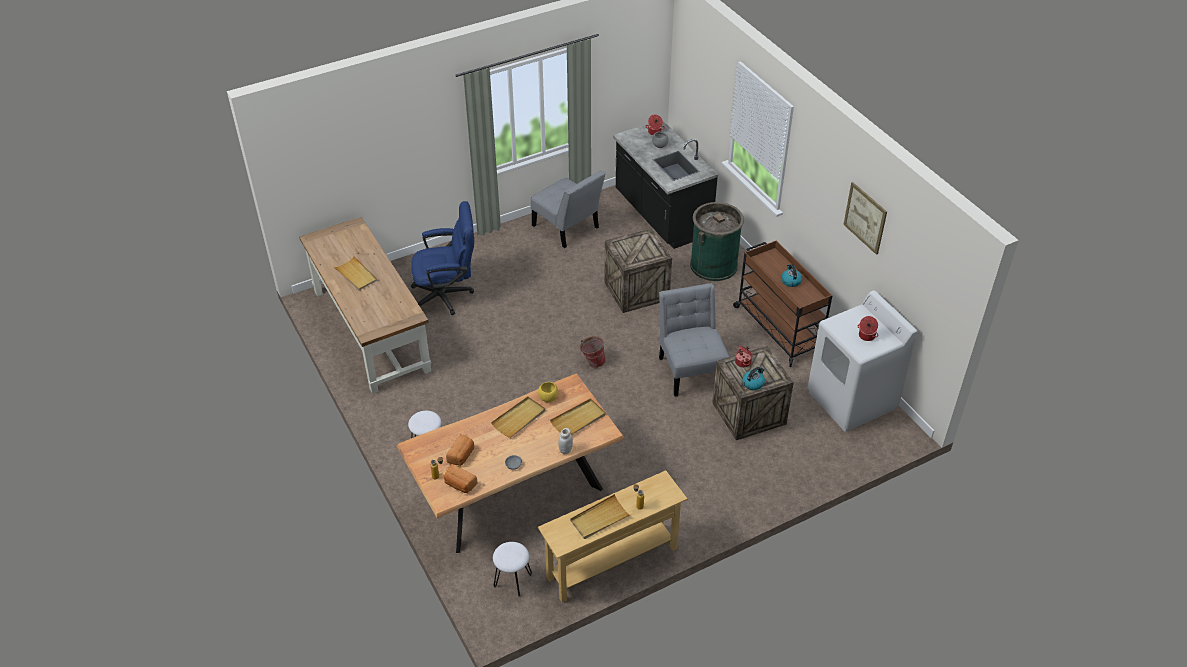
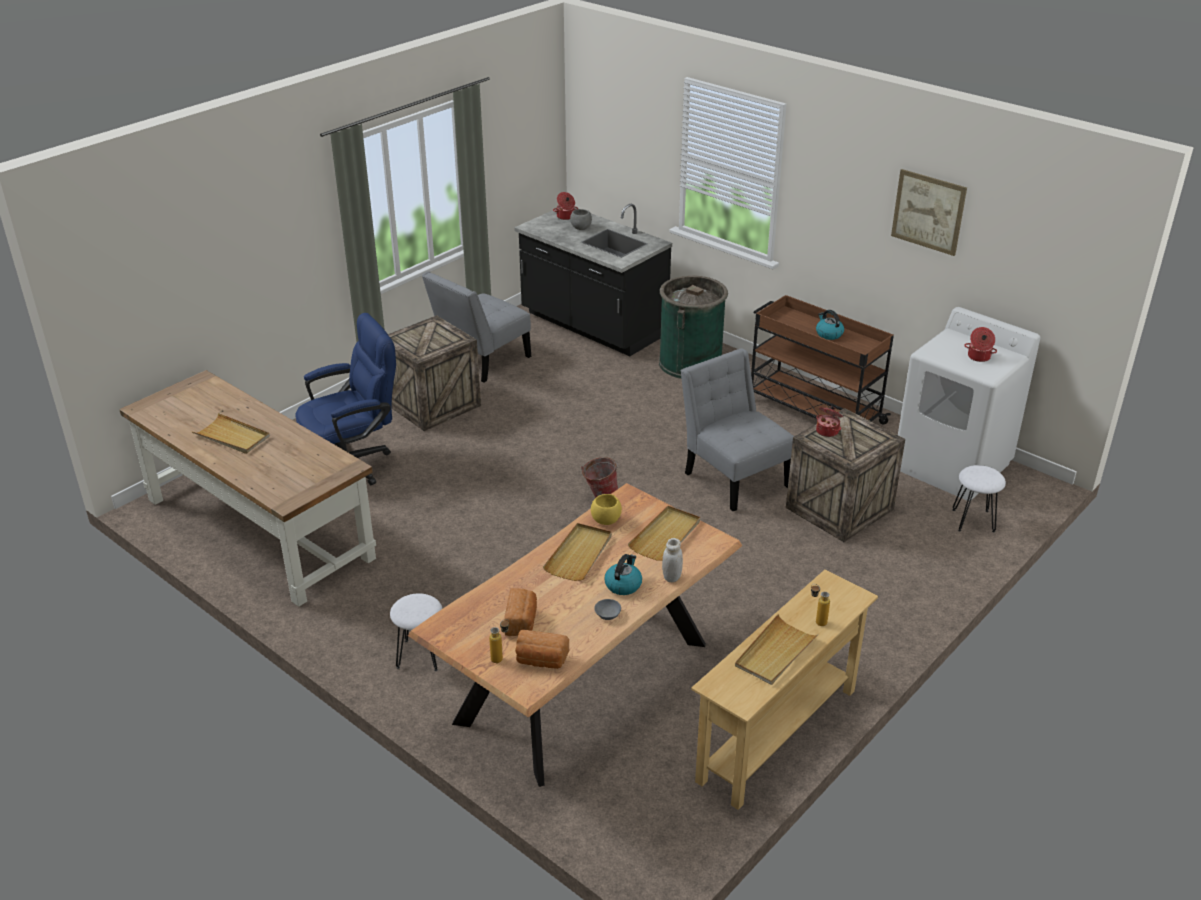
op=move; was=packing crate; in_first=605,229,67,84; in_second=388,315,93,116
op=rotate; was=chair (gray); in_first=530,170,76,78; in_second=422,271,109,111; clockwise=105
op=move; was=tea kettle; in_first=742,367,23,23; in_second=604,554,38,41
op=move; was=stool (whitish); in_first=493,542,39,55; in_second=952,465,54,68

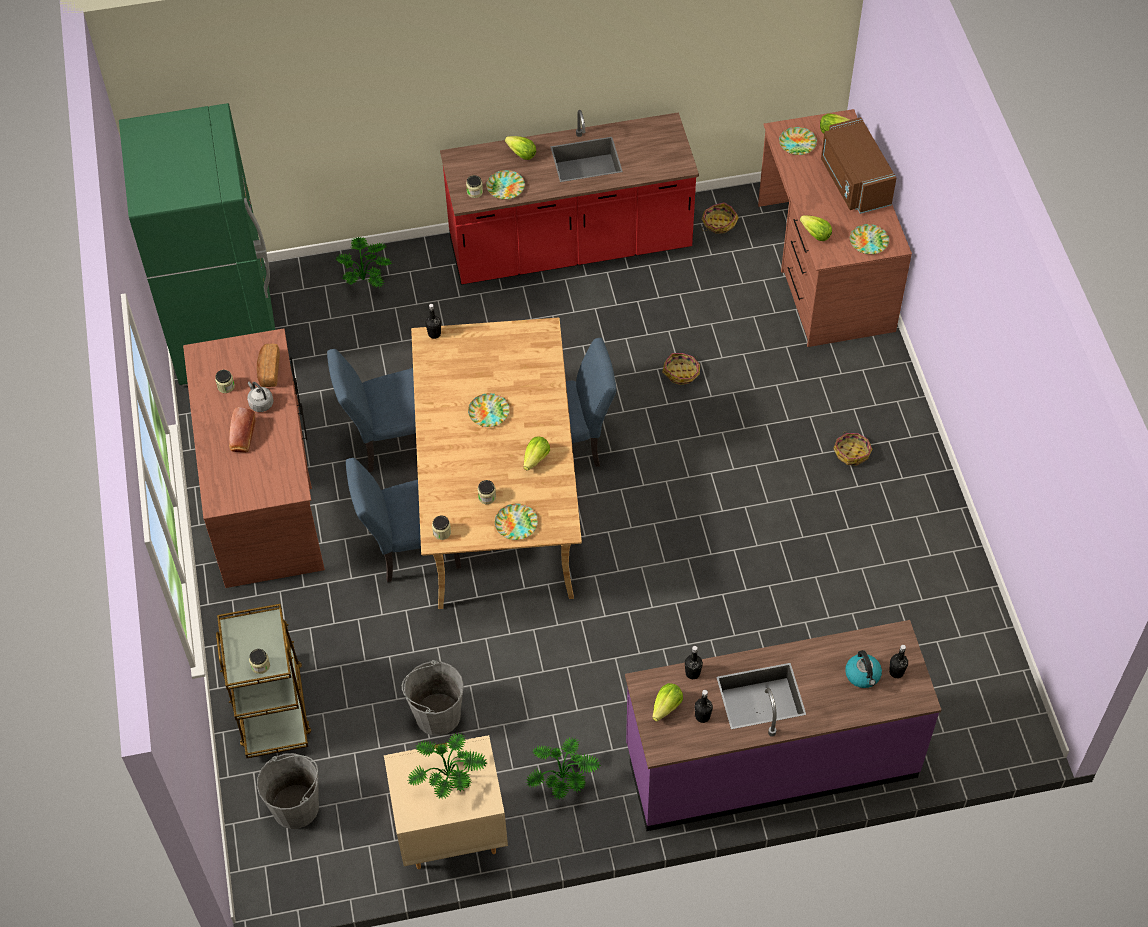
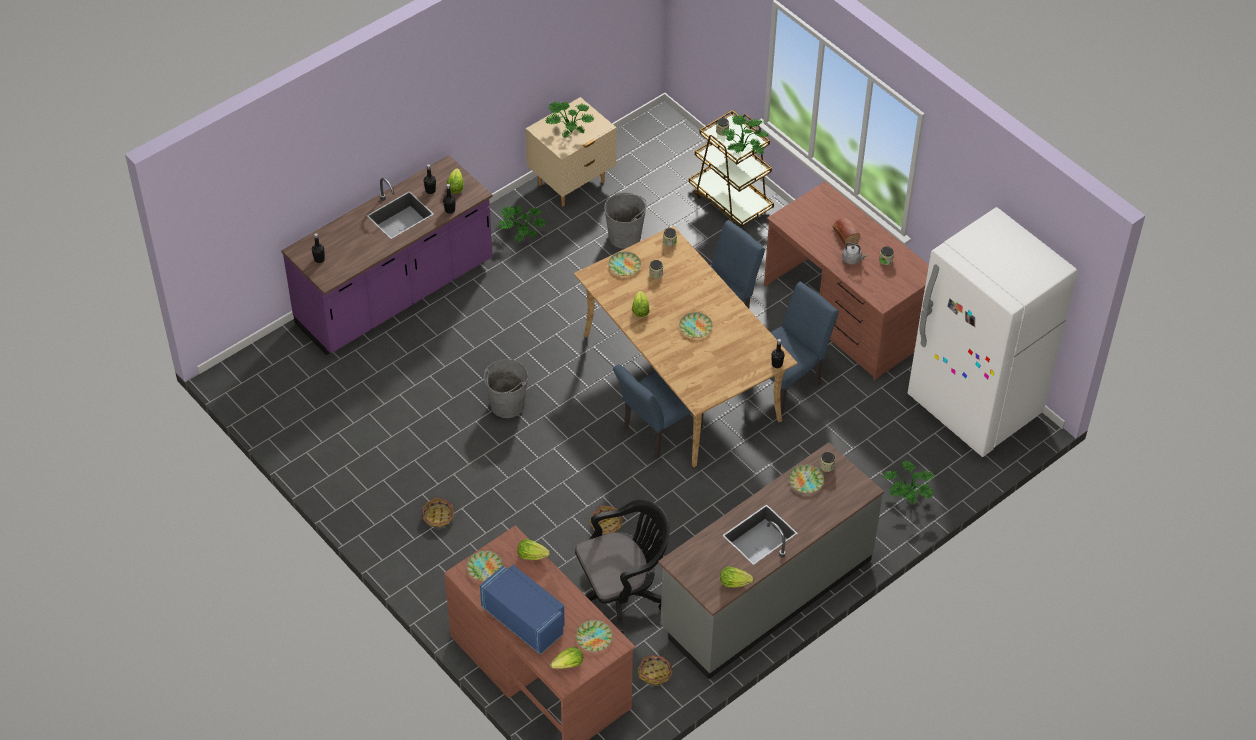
op=recolor; was=kitchen microwave (brown-coloured); now=kitchen microwave (bluish); in_first=821,117,75,97; in_second=480,565,85,90
op=move; was=water bucket (gray); in_first=257,753,62,76; in_second=484,359,44,59
op=insert; now=desk chair (blackish); in_second=575,500,95,133
op=recolor; was=counter (red-coloured); now=counter (gray); in_first=440,110,259,175; in_second=658,442,226,238
op=move; was=head of lettuce; in_first=505,136,31,24; in_second=720,566,34,21
op=insert; now=potted plant; in_second=722,115,46,40
op=recolor; was=refrigerator (green); now=refrigerator (whitish); in_first=119,103,156,283; in_second=908,207,169,250
op=delete; was=bread; in_first=257,344,23,43
op=delete; was=tea kettle; in_first=845,650,37,38

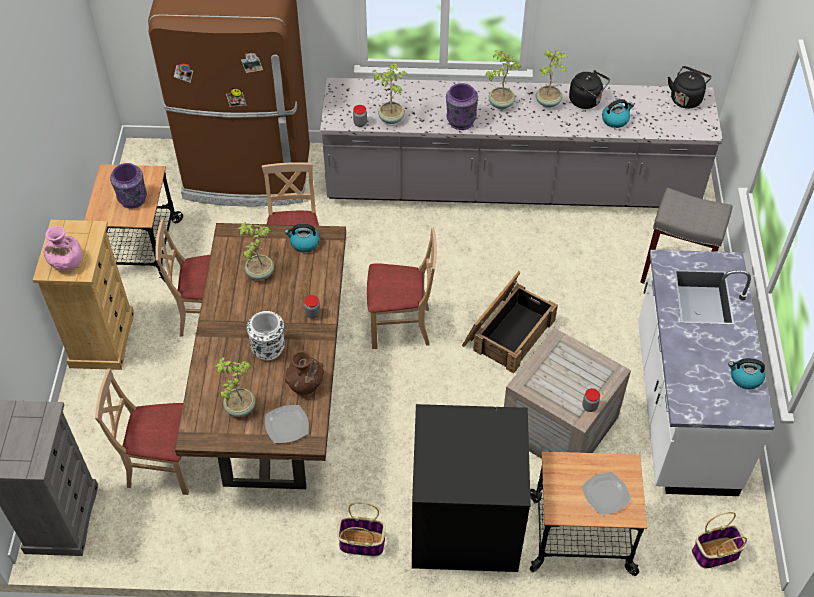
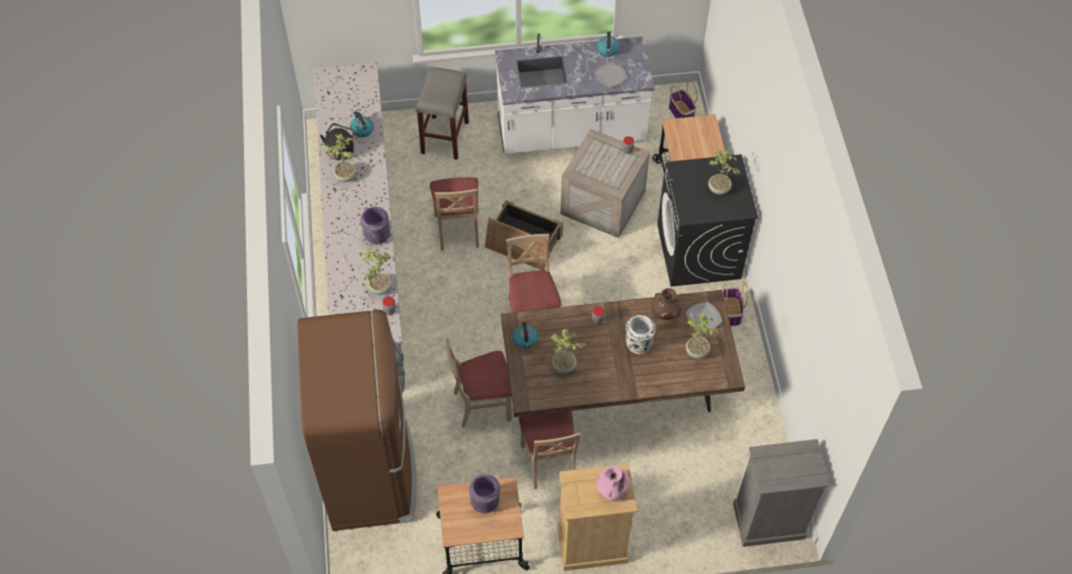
op=move; was=chair (beige); in_first=95,369,94,126; in_second=430,177,49,74
op=move; was=dinner plate; in_first=582,472,49,43; in_second=594,62,34,26
op=move; was=potted plant; in_first=486,50,35,59; in_second=708,149,32,46
op=delete; was=tea kettle (blackish); in_first=668,66,44,43

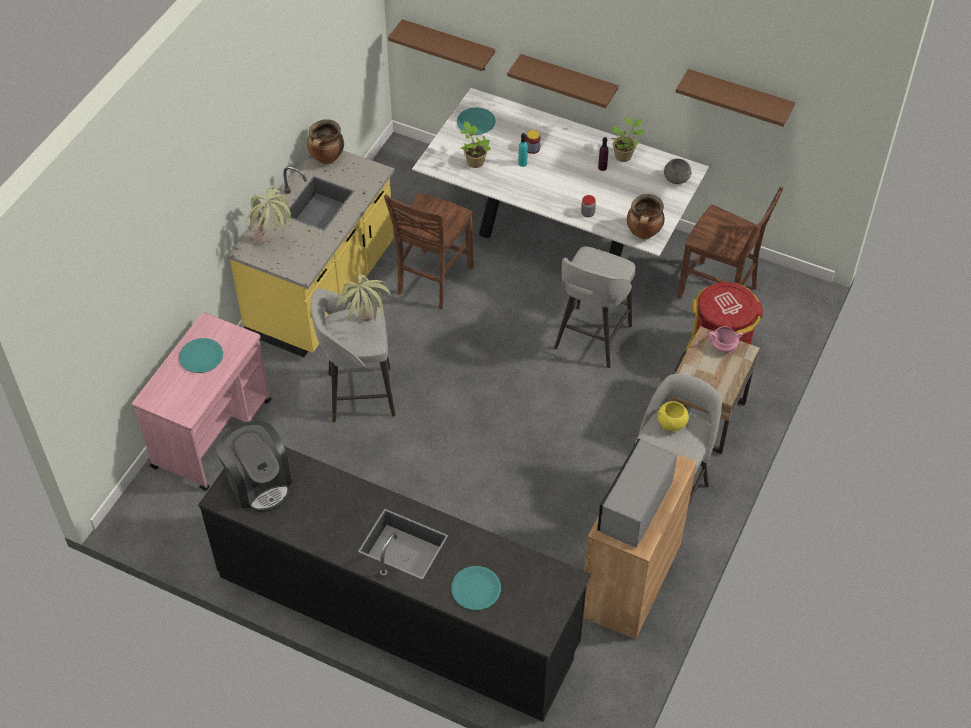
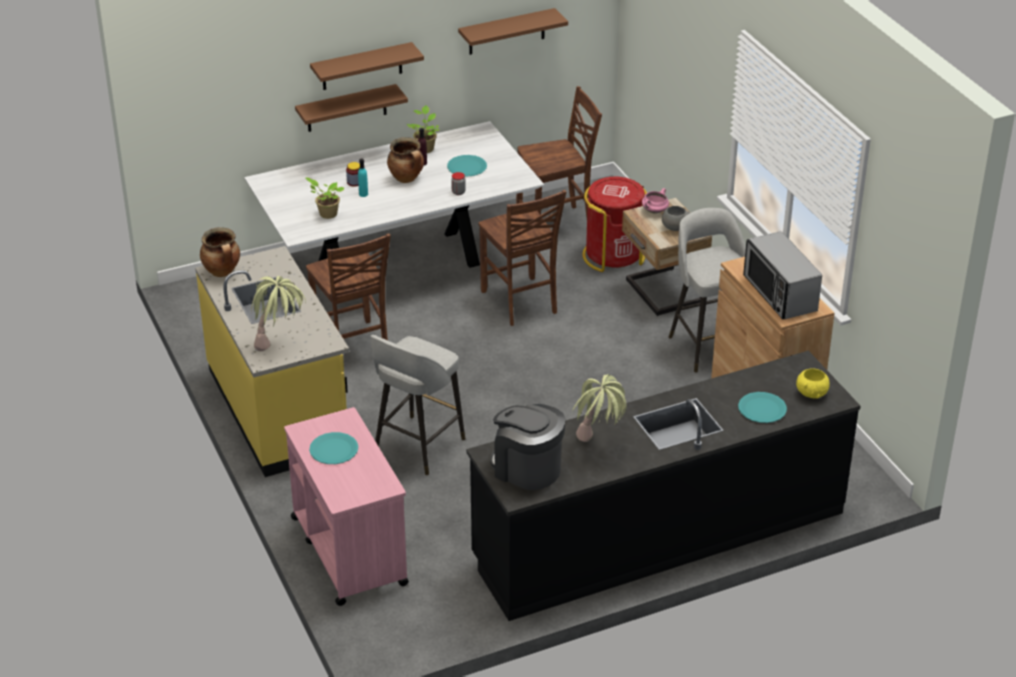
op=move; was=shelf (brown-coloured); in_first=388,19,107,52; in_second=310,42,114,48
op=move; was=saucepot; in_first=627,194,38,45; in_second=387,137,37,46
op=move; was=dinner plate (turquoise); in_first=457,107,39,28; in_second=447,155,40,21
op=replace; was=stool (gray); now=chair (brown-coloured); in_first=554,246,81,122; in_second=479,190,88,136
op=rotate; was=coffee brewer; in_first=216,421,76,91; in_second=490,404,75,86; clockwise=-150
op=move; was=potted plant; in_first=336,274,54,47; in_second=572,374,55,68
op=move; was=serving bowl (gray); in_first=664,158,28,26; in_second=662,206,28,25
op=move; was=serving bowl (yellowish); in_first=657,401,32,30; in_second=796,368,34,31

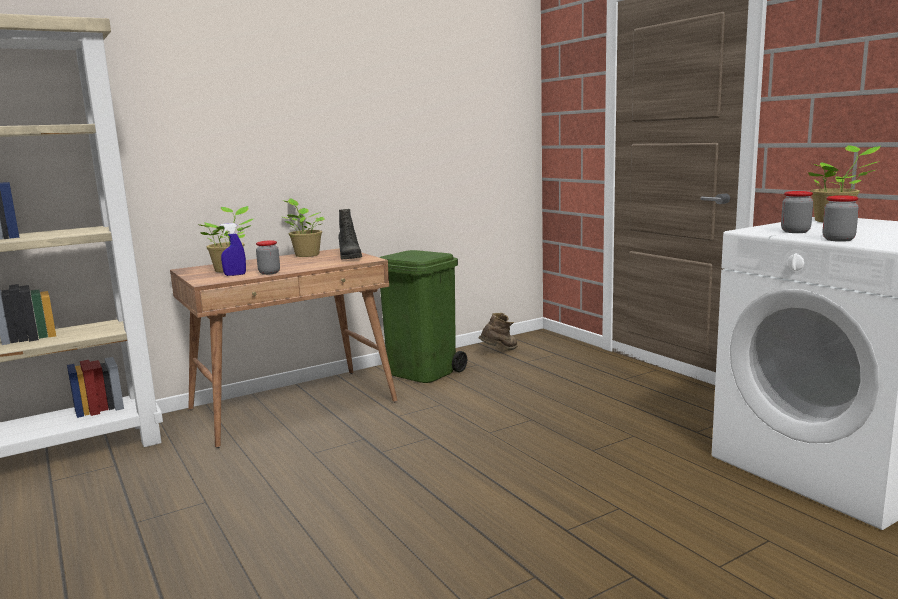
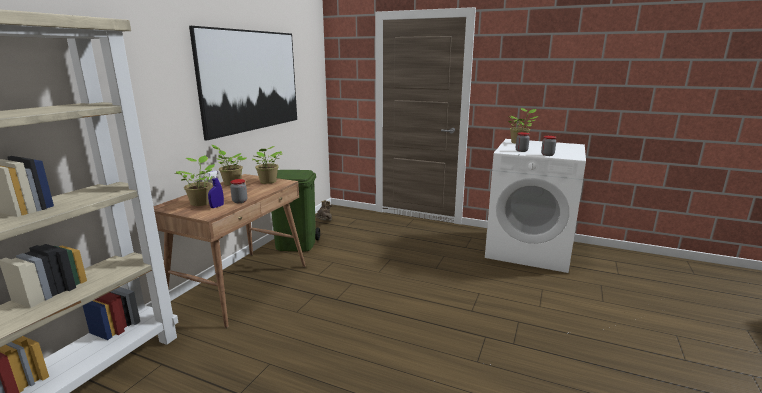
op=insert; now=wall art; in_second=189,26,108,115
op=replace; was=high-top boot (blackish); now=potted plant; in_first=338,209,24,50; in_second=252,146,30,38

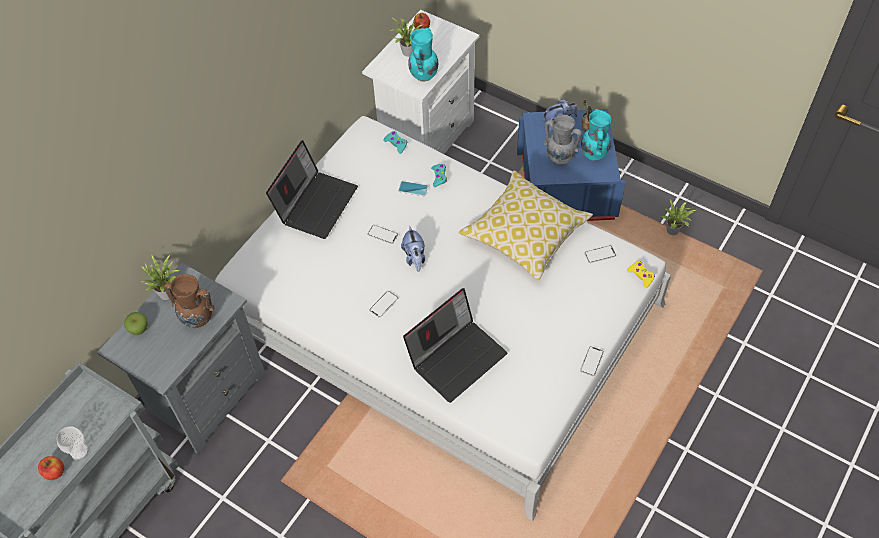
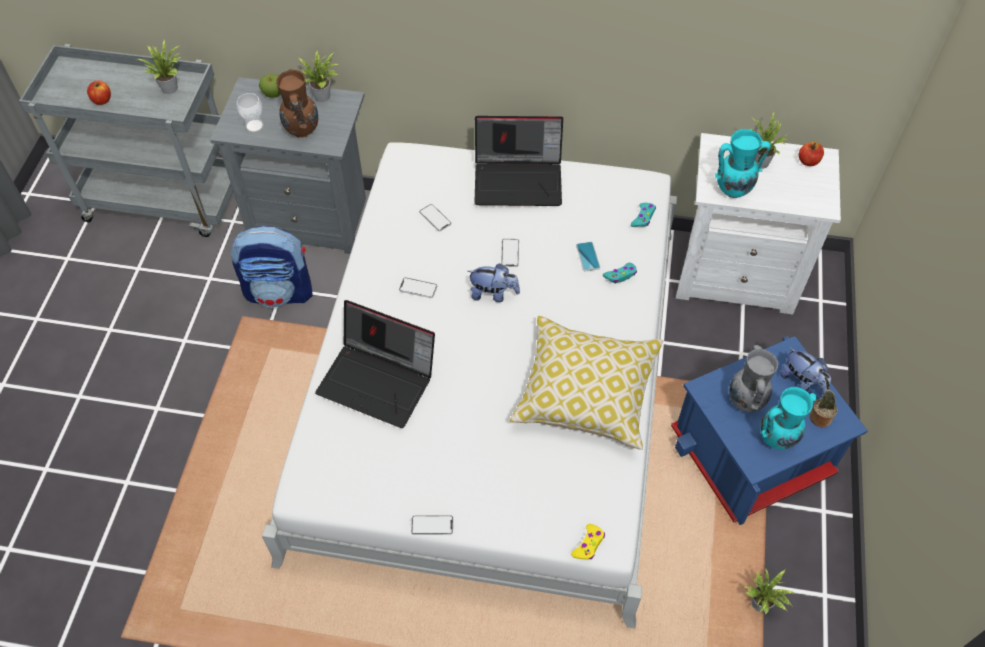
op=insert; now=potted plant; in_second=137,40,44,54
op=insert; now=backpack; in_second=231,226,82,82
op=move; was=cup; in_first=56,426,33,34; in_second=237,93,27,39
op=move; was=telephone; in_first=584,245,32,18; in_second=419,204,32,27
op=rotate; was=soft toy; in_first=401,226,24,46; in_second=467,263,53,39; clockwise=-135

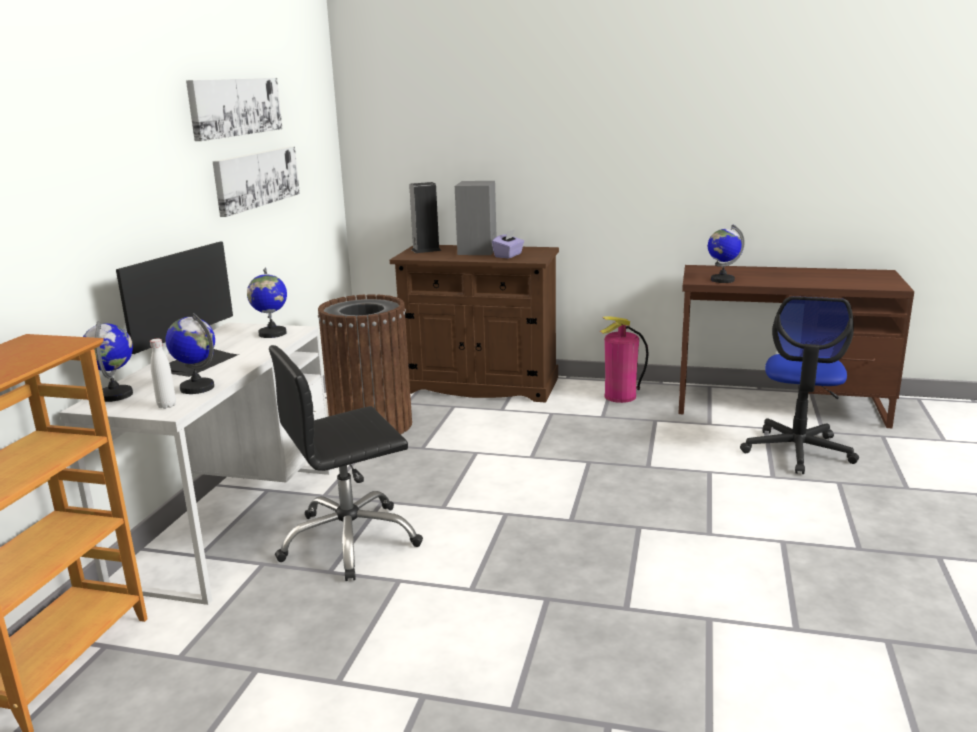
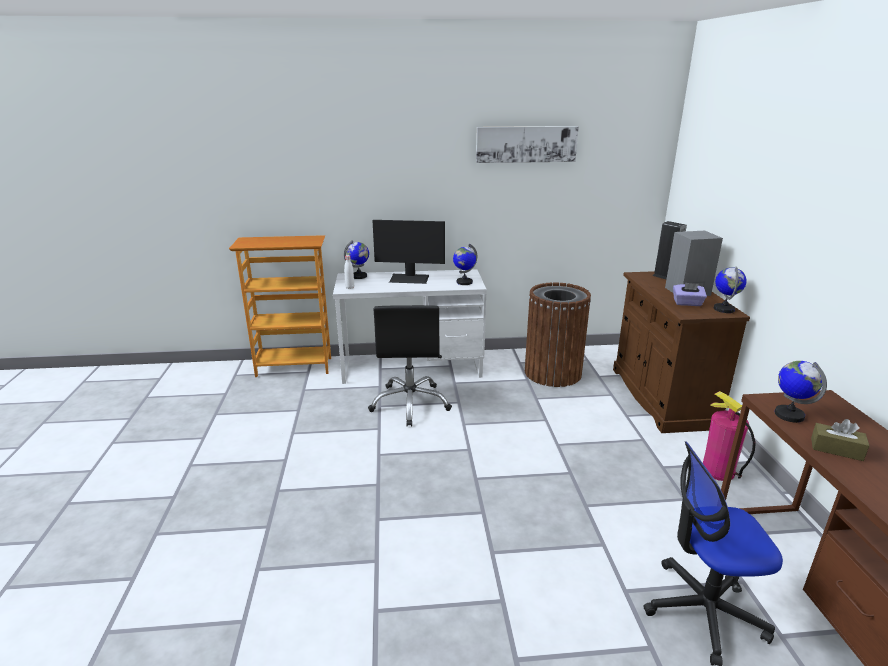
op=rotate; was=desk chair (blackish); in_first=269,345,154,236; in_second=368,305,84,122; clockwise=-135
op=move; was=desk globe; in_first=165,313,50,81; in_second=714,267,33,46
op=insert; now=tissue box (brown-coloured); in_second=811,419,58,42
op=delete; was=wall art; in_first=213,146,87,71

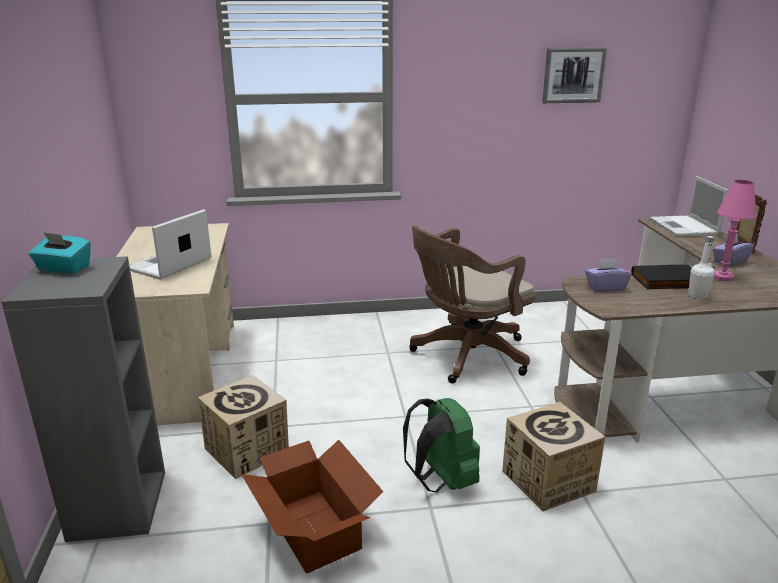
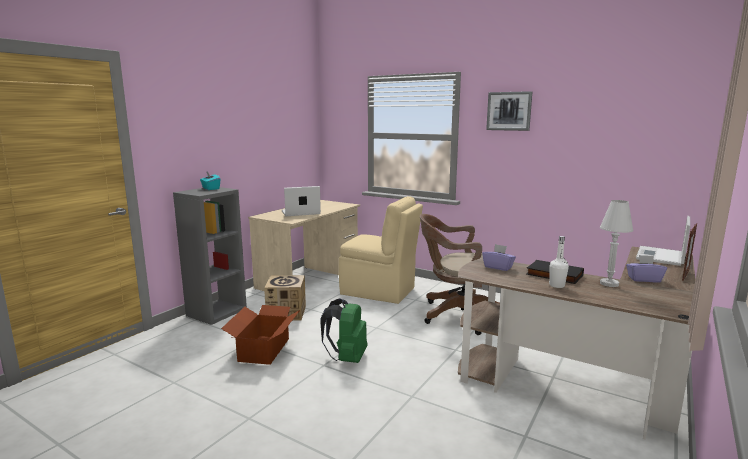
op=insert; now=chair (beige); in_second=339,196,84,108
op=move; was=wall art; in_first=542,47,65,56; in_second=486,91,46,40
op=recolor; was=table lamp (pink); now=table lamp (whitish); in_first=714,180,43,101; in_second=600,200,34,87
op=delete; was=cardboard box; in_first=502,402,103,109

